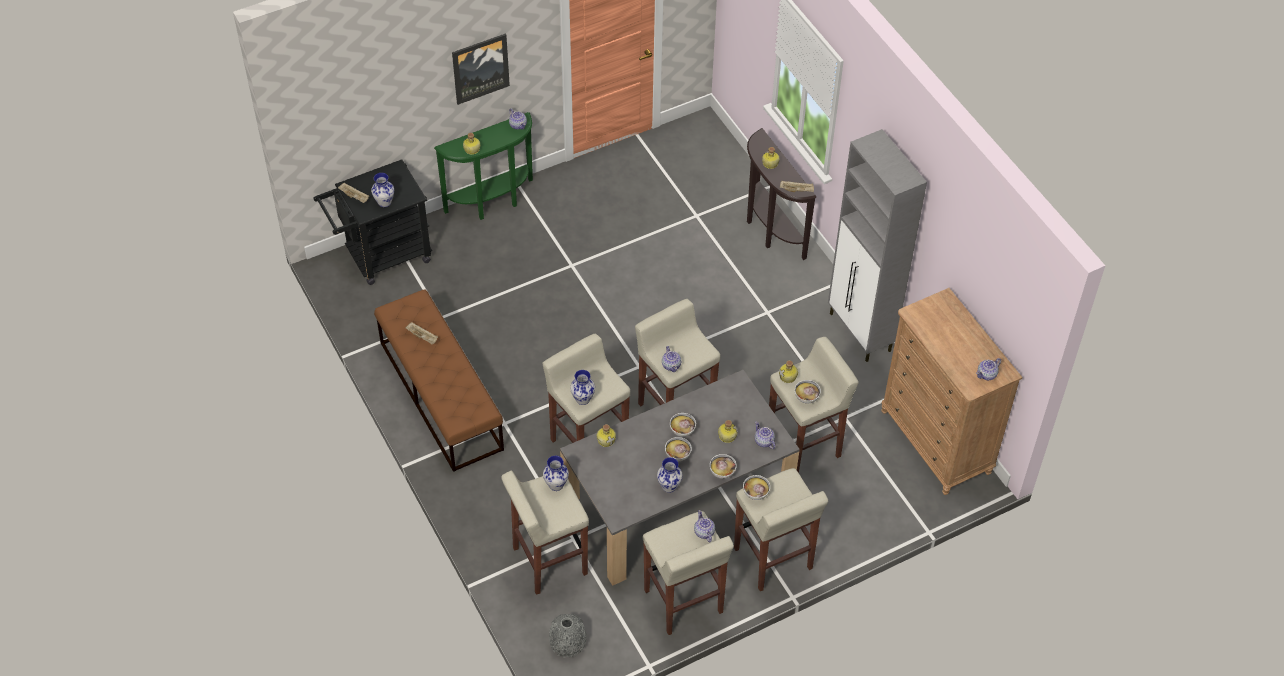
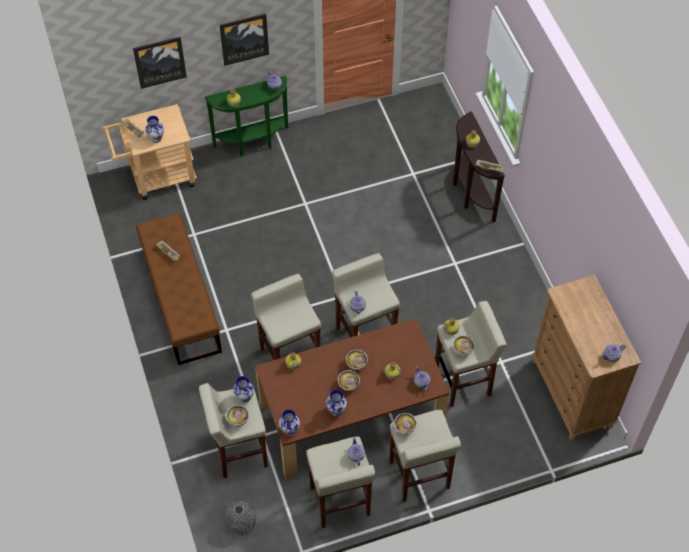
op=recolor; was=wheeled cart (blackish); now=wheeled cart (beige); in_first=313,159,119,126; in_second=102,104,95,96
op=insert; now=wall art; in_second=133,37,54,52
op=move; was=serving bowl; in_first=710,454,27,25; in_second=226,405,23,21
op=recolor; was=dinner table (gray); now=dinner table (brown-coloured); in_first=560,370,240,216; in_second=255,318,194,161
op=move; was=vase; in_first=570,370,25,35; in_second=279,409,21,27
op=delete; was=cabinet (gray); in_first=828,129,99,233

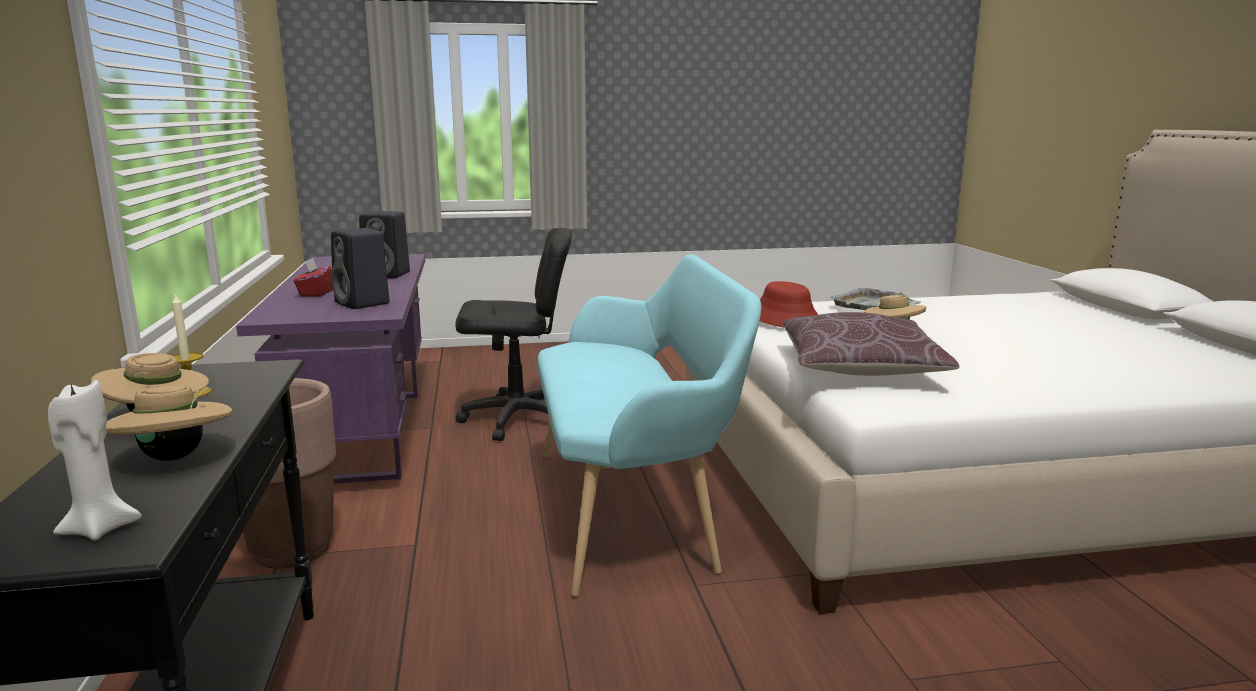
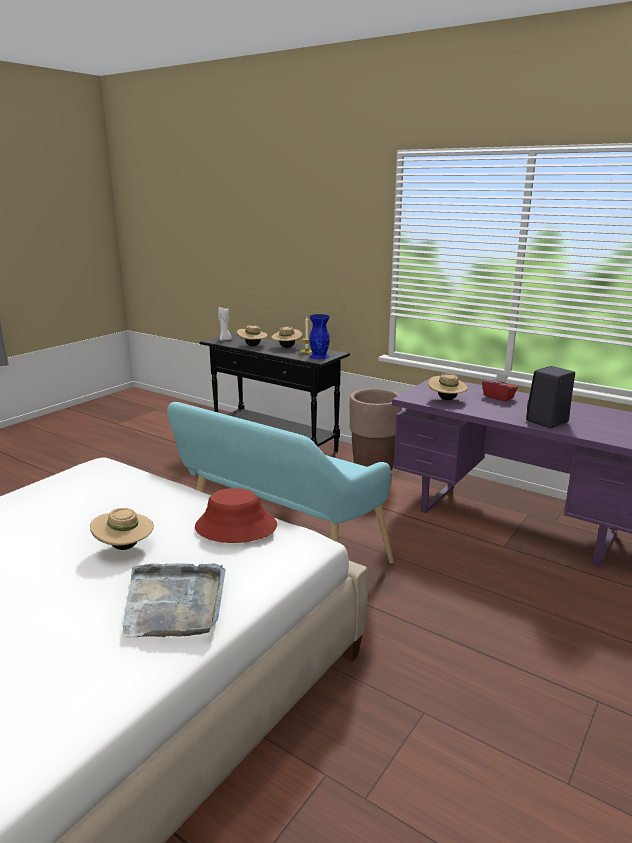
op=insert; now=vase (bluish); in_second=309,314,21,45
op=replace; was=audio speaker (blackish); now=wearable hat (beige); in_first=331,228,59,81; in_second=428,373,40,27
op=delete; was=desk chair (blackish); in_first=455,228,117,213
op=delete; was=cushion (brown-coloured); in_first=782,312,177,64

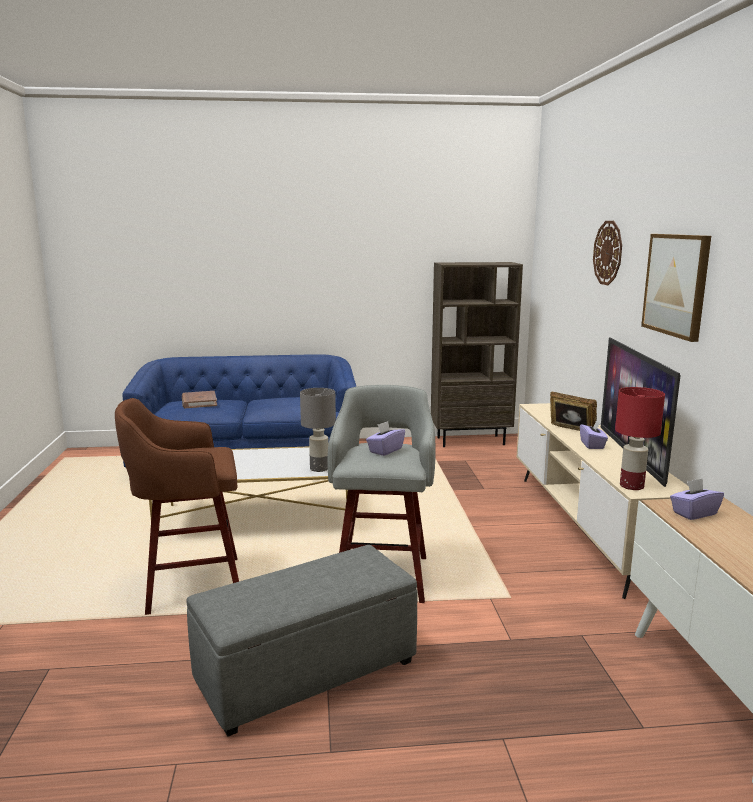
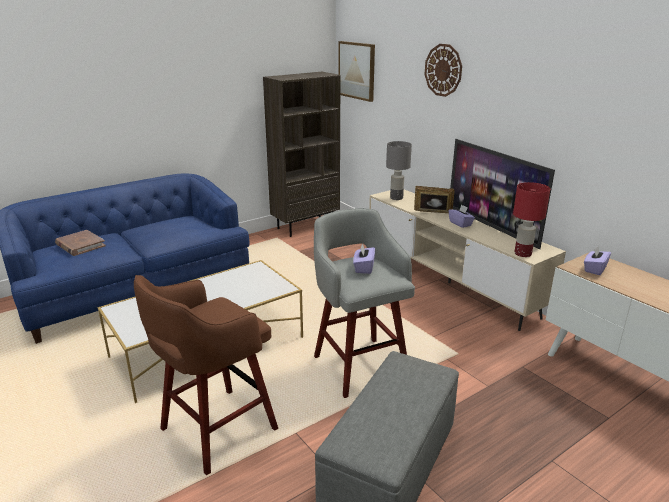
op=move; was=wall art; in_first=641,234,70,108; in_second=338,41,37,61
op=move; was=table lamp (gray); in_first=300,388,36,84; in_second=386,141,26,59

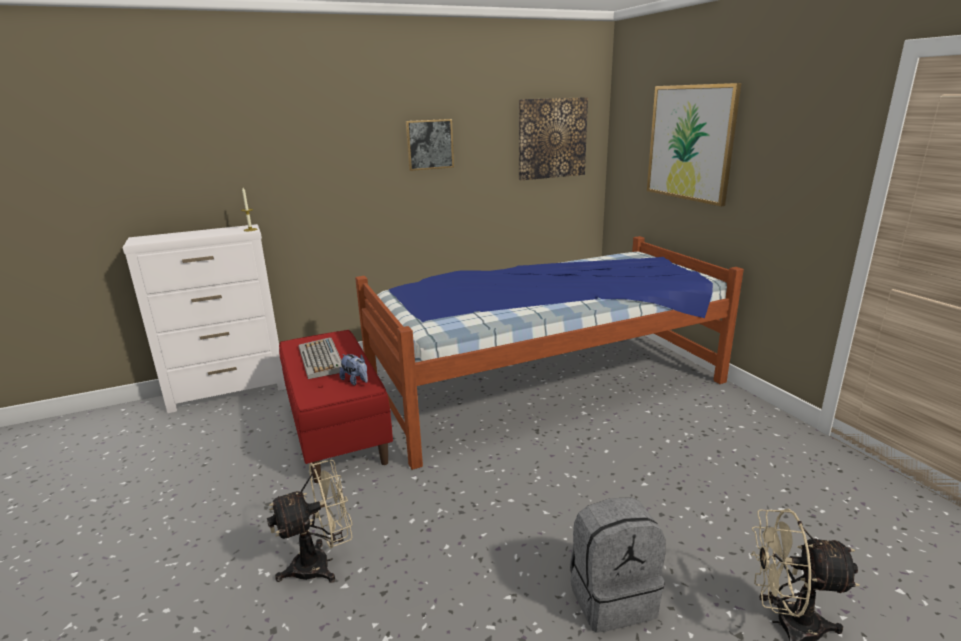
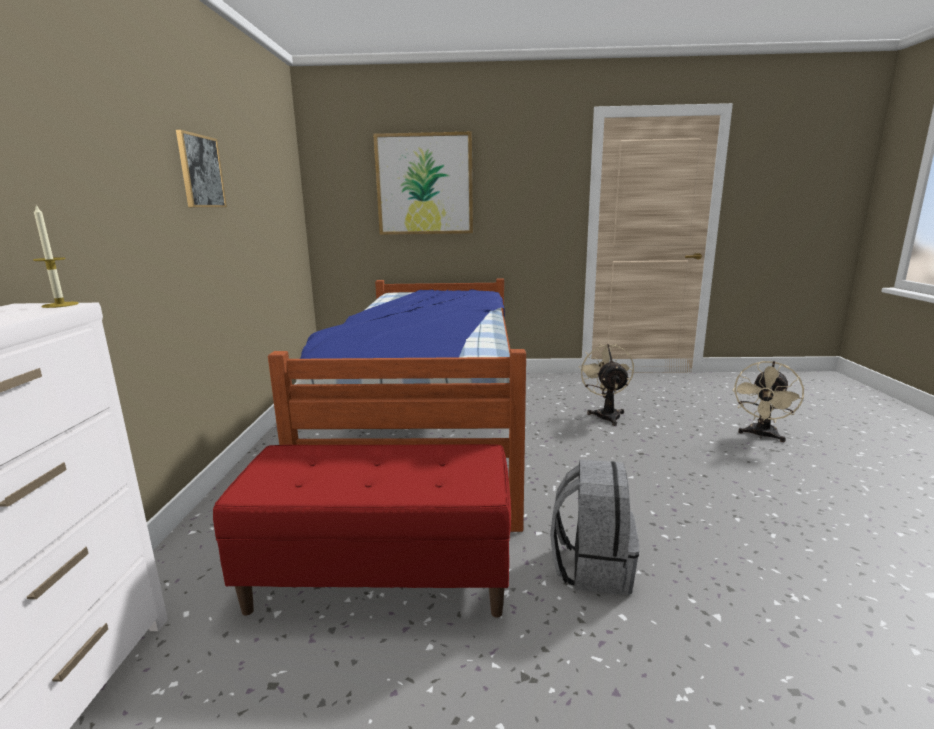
op=move; was=backpack (gray); in_first=570,497,96,136; in_second=550,459,90,136
op=move; was=electric fan (beige); in_first=267,460,86,123; in_second=579,343,55,83
op=delete; was=computer keyboard; in_first=298,337,44,42
op=delete; was=soft toy; in_first=339,354,29,31
op=delete; was=wall art; in_first=519,97,69,83

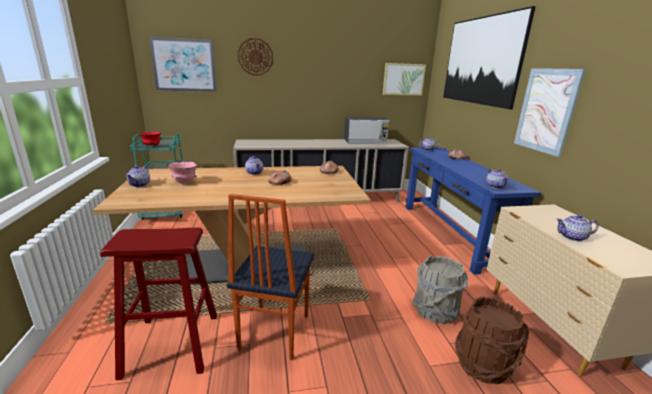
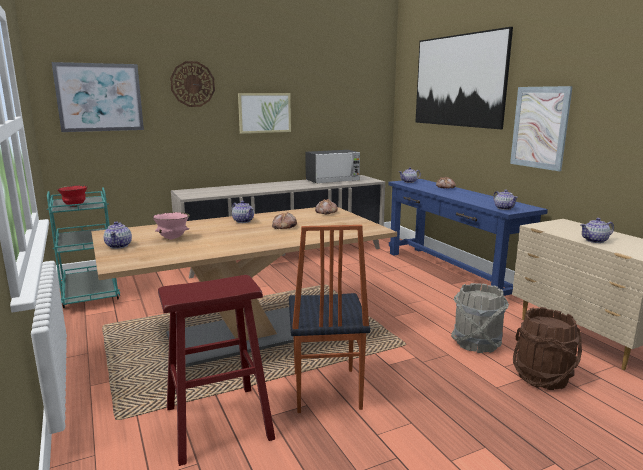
op=move; was=wall art; in_first=383,63,43,33; in_second=238,93,53,41

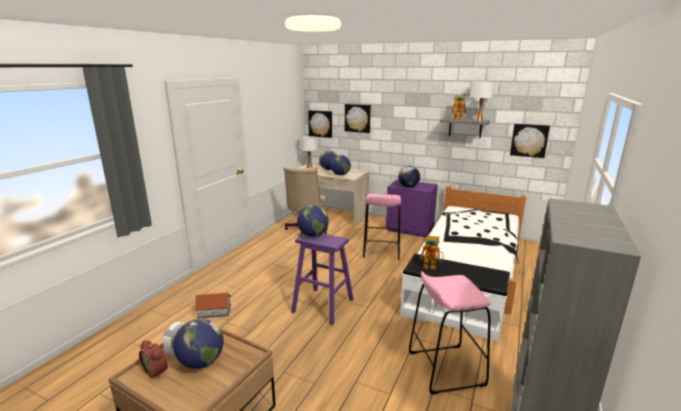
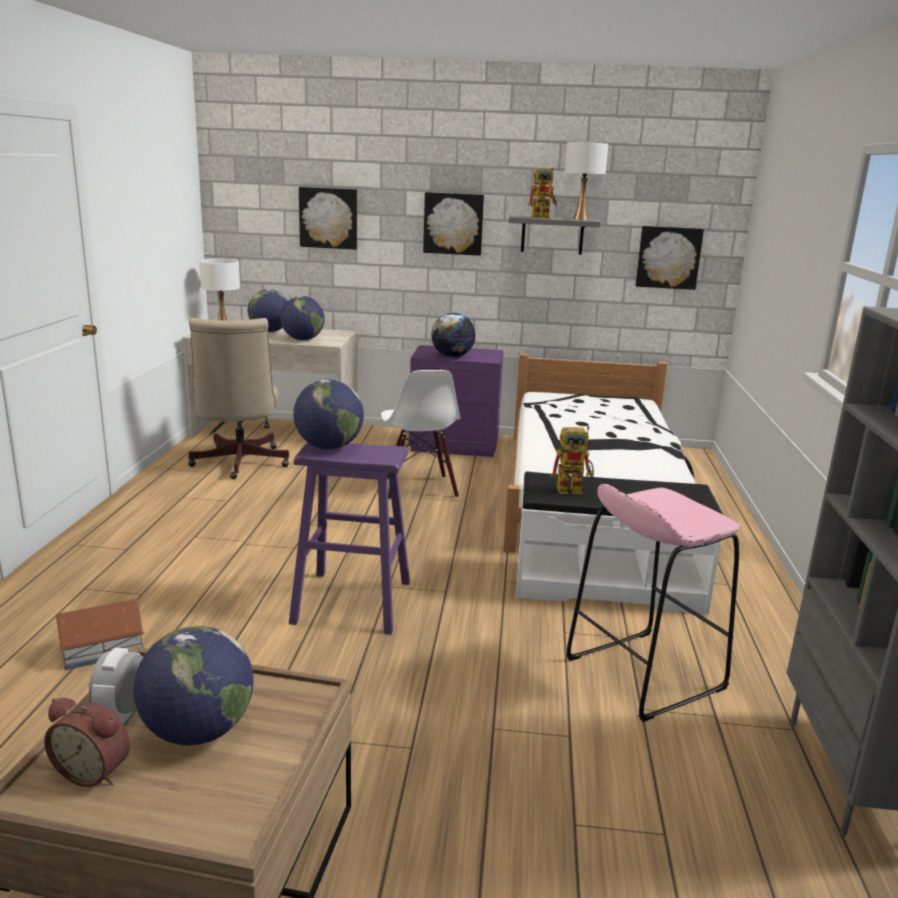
op=replace; was=stool (pink); now=chair (whitish); in_first=363,194,38,66; in_second=381,370,79,130
op=move; was=wall art; in_first=308,110,24,28; in_second=423,192,61,64

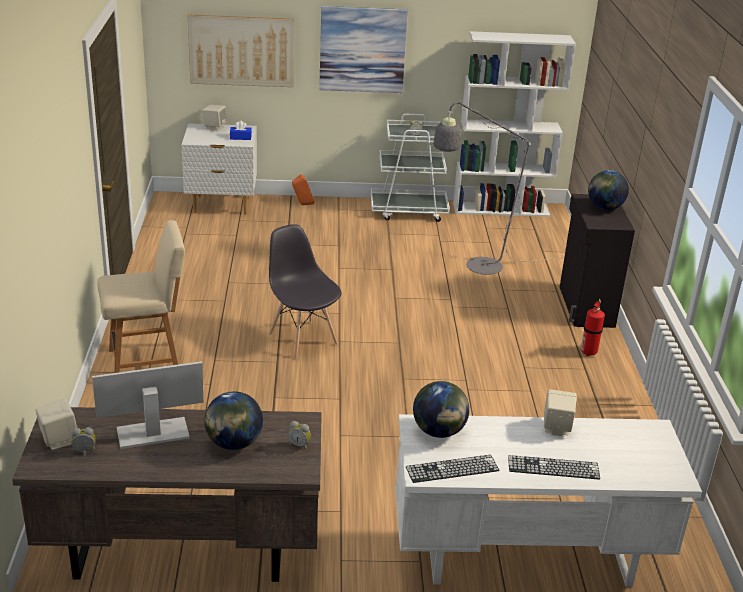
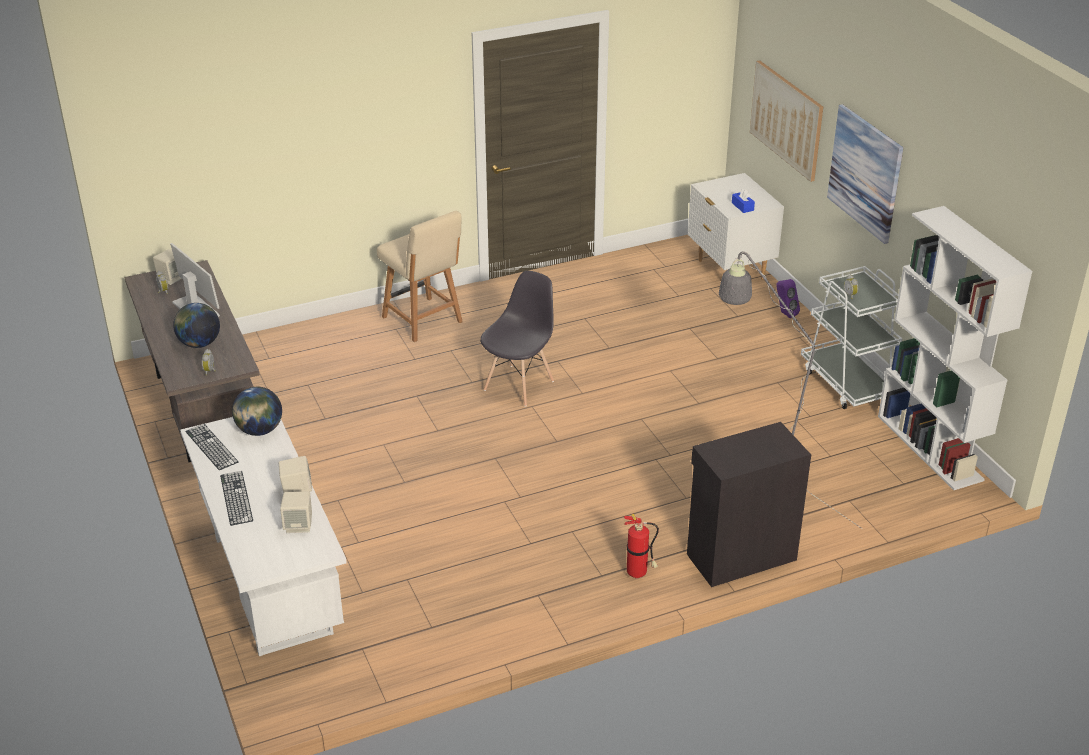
op=move; was=audio speaker (beige); in_first=202,105,25,26; in_second=280,491,32,42
op=recolor; was=audio speaker (orange); now=audio speaker (purple); in_first=292,174,23,31; in_second=776,279,24,39
op=delete; was=desk globe; in_first=588,170,41,40

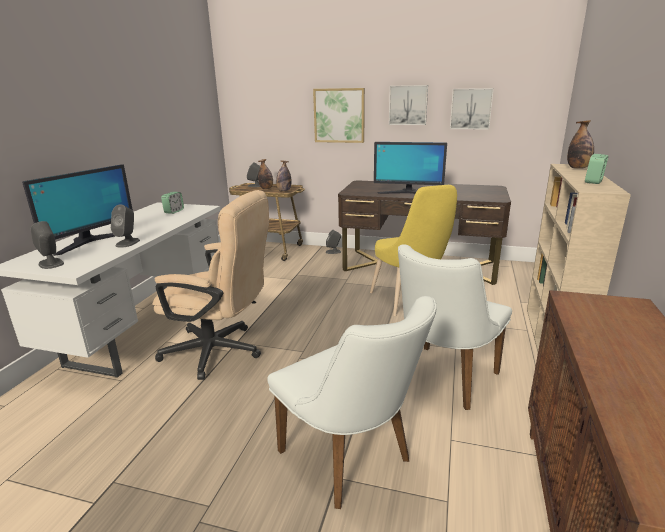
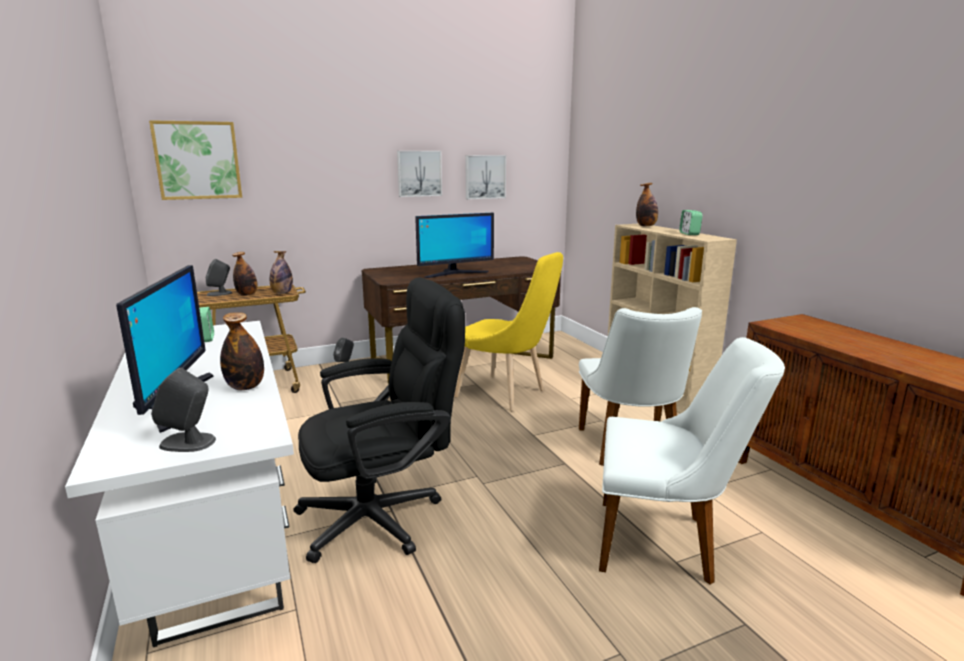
op=move; was=wall art; in_first=313,88,52,55; in_second=149,120,93,80
op=replace; was=audio speaker (gray); now=drink bottle; in_first=111,204,29,44; in_second=220,312,44,78
op=recolor; was=desk chair (beige); now=desk chair (blackish); in_first=152,190,117,190; in_second=293,277,172,286

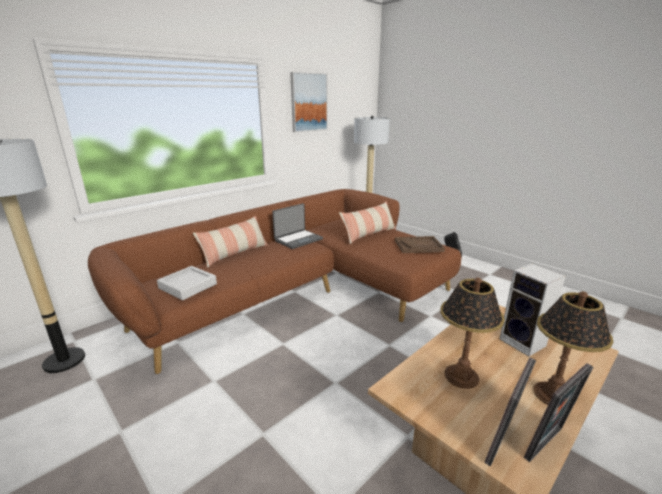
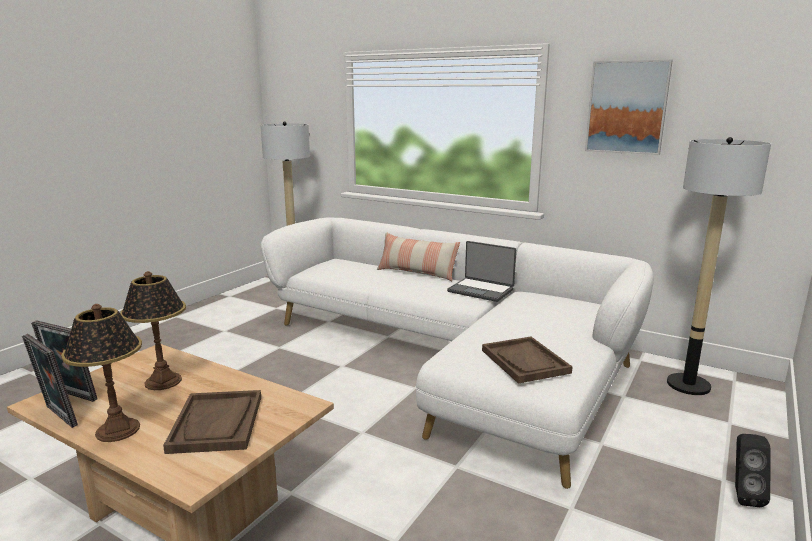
op=replace; was=audio speaker; now=tray (brown-coloured); in_first=499,263,67,94; in_second=163,390,98,64
op=recolor; was=couch (brown-coloured); now=couch (whitish); in_first=88,189,373,185; in_second=261,217,393,272
op=delete; was=tray (gray); in_first=157,266,60,34
op=delete; was=cushion; in_first=339,201,57,43

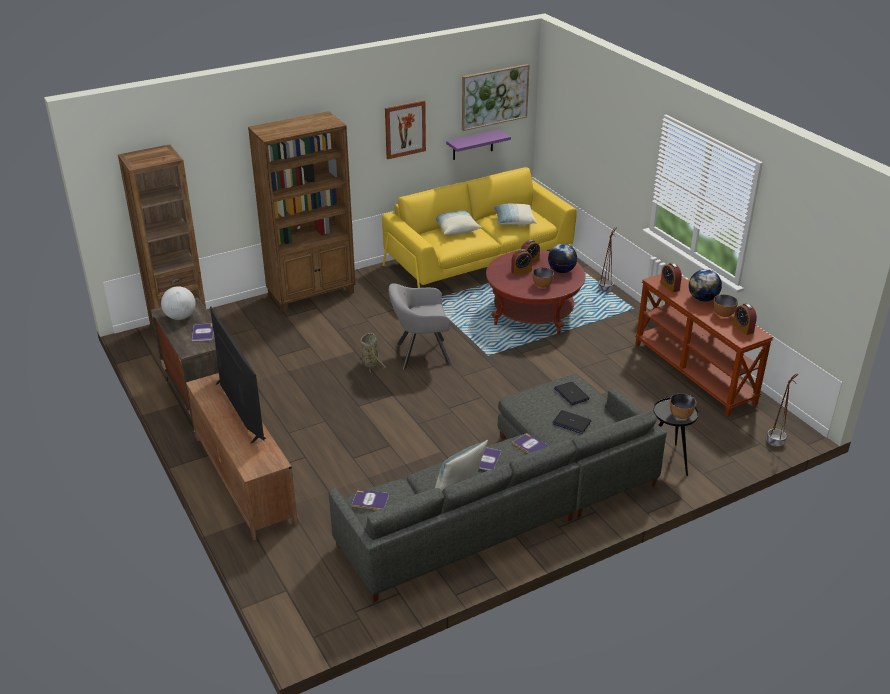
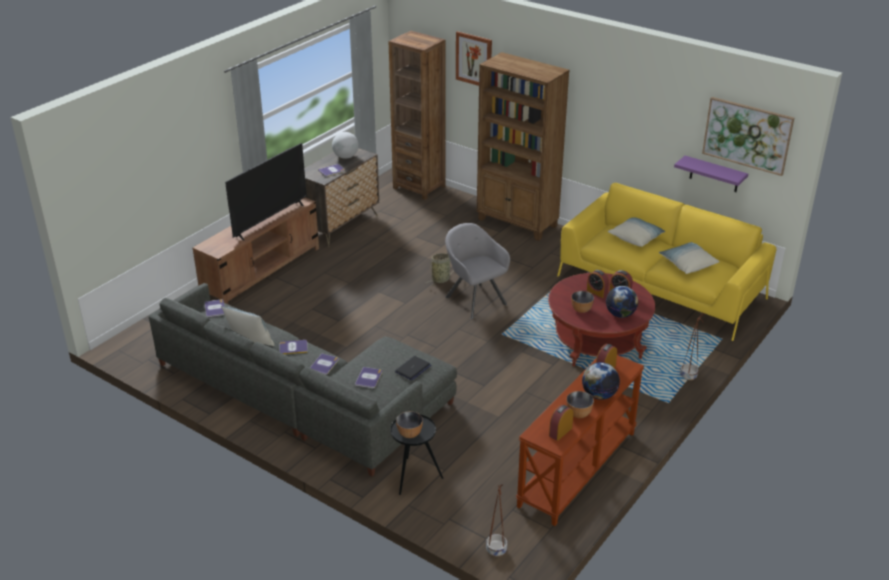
op=replace; was=portable computer; now=bound book; in_first=552,410,39,24; in_second=355,367,27,21
op=move; was=wall art; in_first=385,100,41,59; in_second=456,31,36,55

